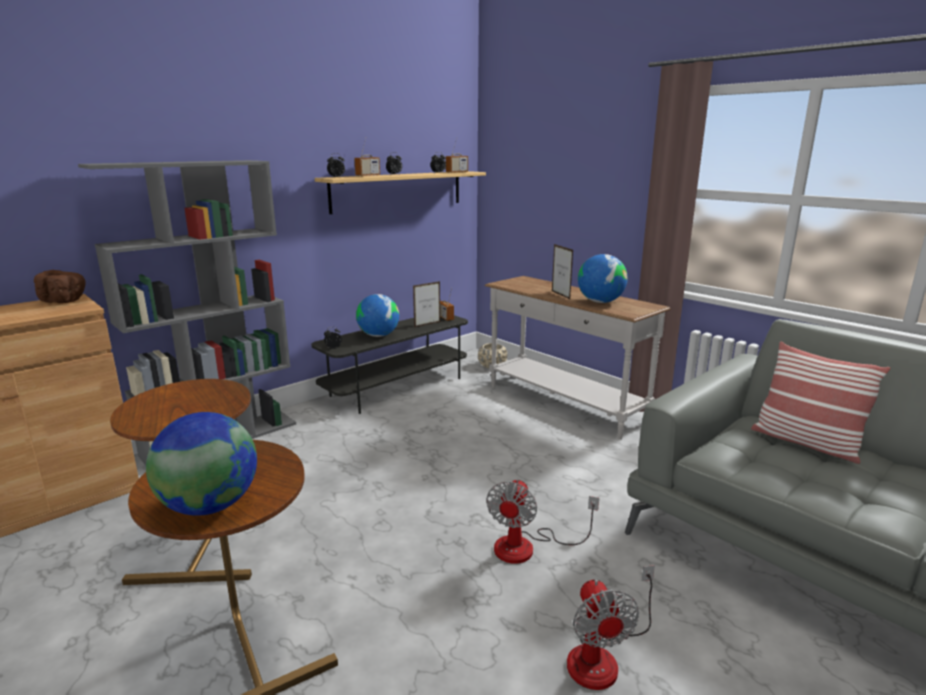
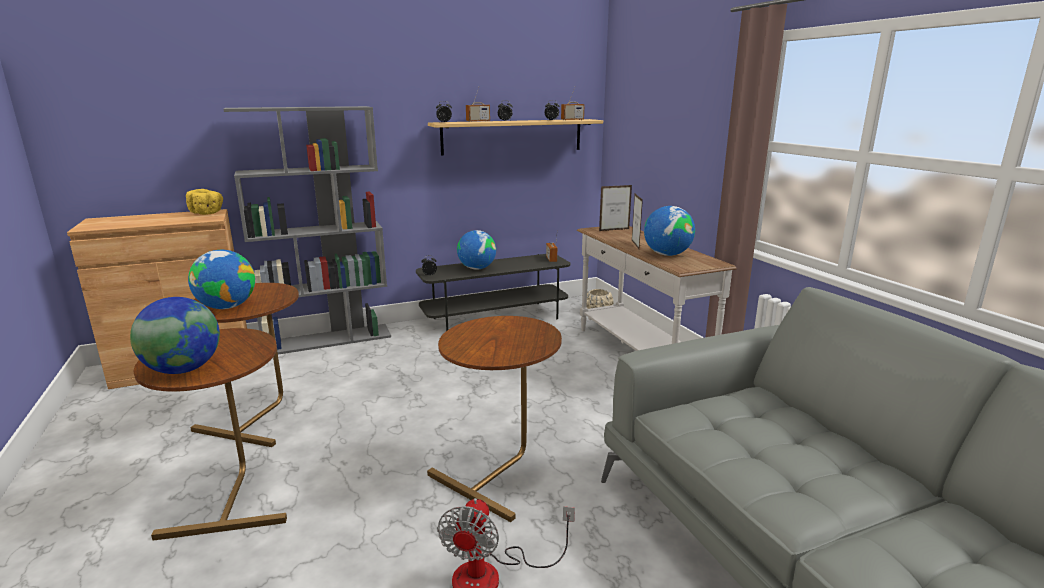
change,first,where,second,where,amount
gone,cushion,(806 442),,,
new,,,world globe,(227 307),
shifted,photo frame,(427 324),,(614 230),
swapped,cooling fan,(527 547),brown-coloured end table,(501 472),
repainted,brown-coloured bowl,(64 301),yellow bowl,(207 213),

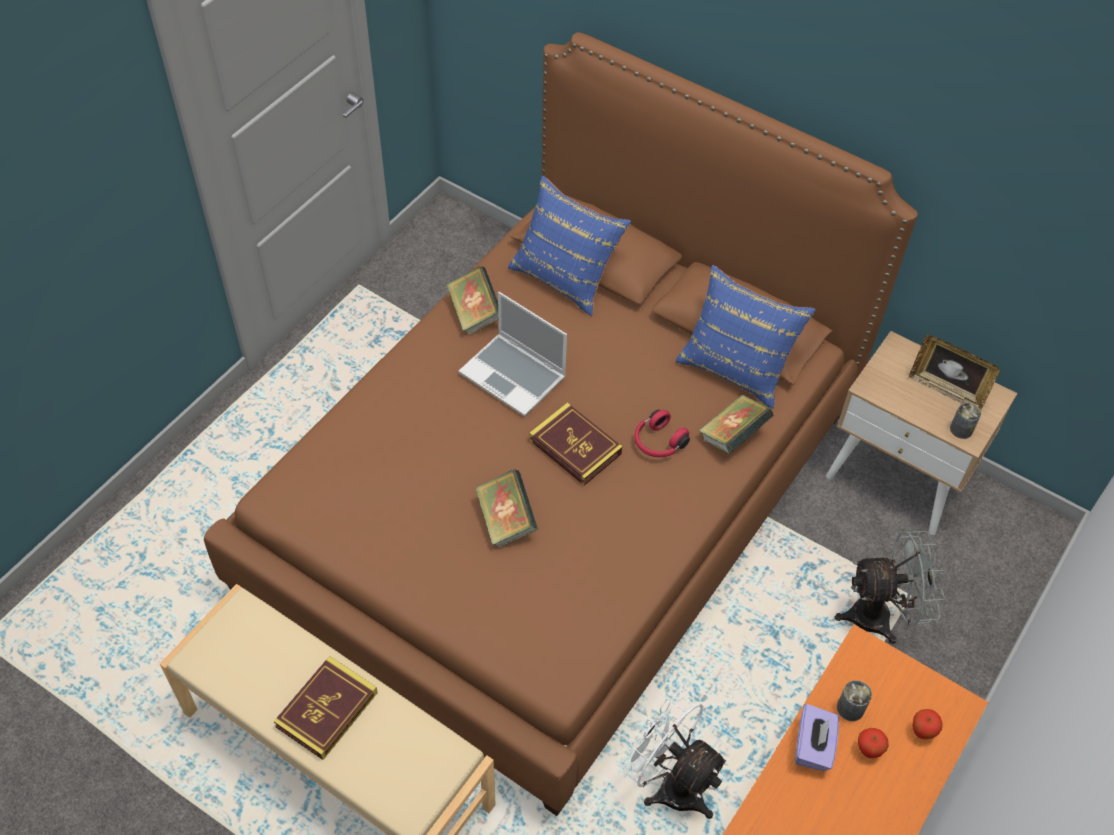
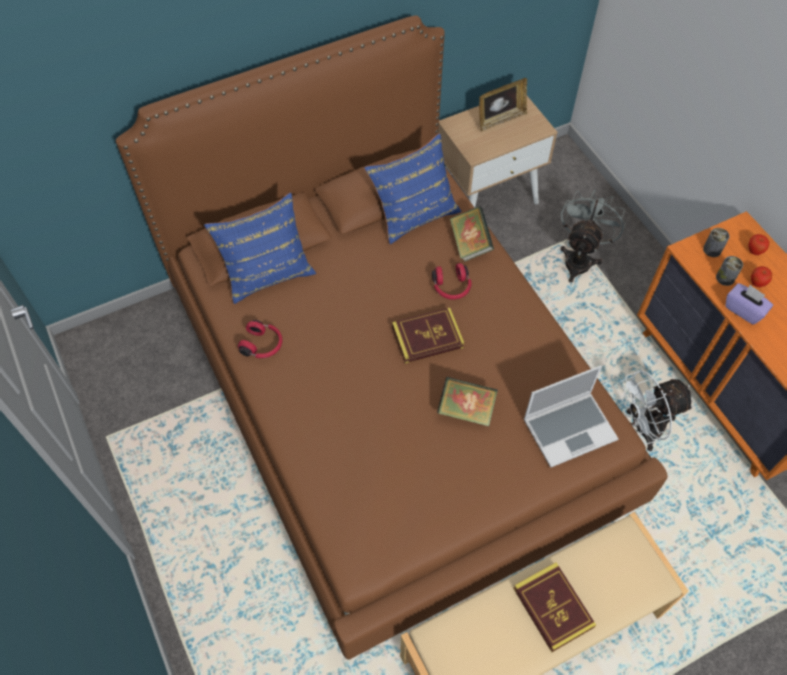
change,first,where,second,where,amount
shifted,laptop,(514 376),,(570 428),
shifted,can,(961 429),,(712 250),
swapped,volume,(475 313),red-coloured headset,(263 345),

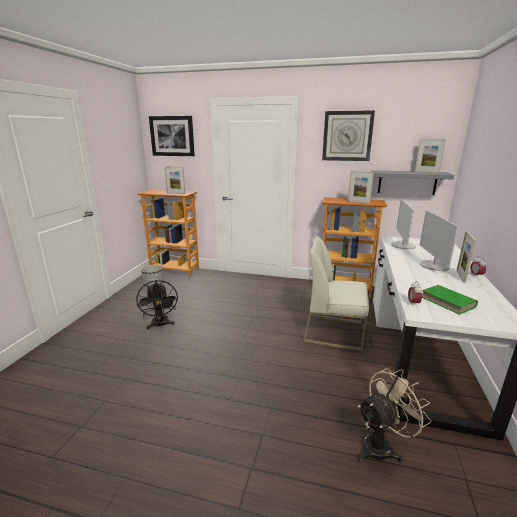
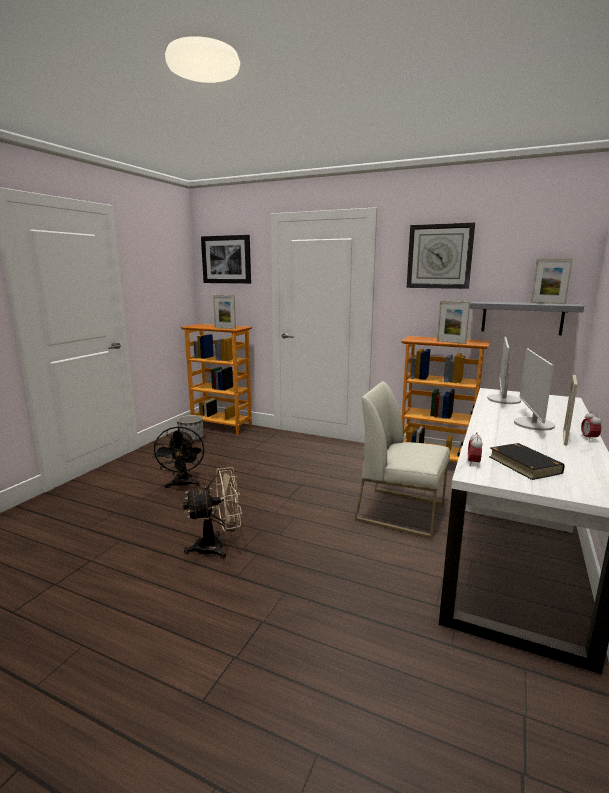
change,first,where,second,where,amount
shifted,sand-coloured cooling fan,(382 446),,(217 546),
repainted,greenish volume,(447 301),blackish volume,(524 465),

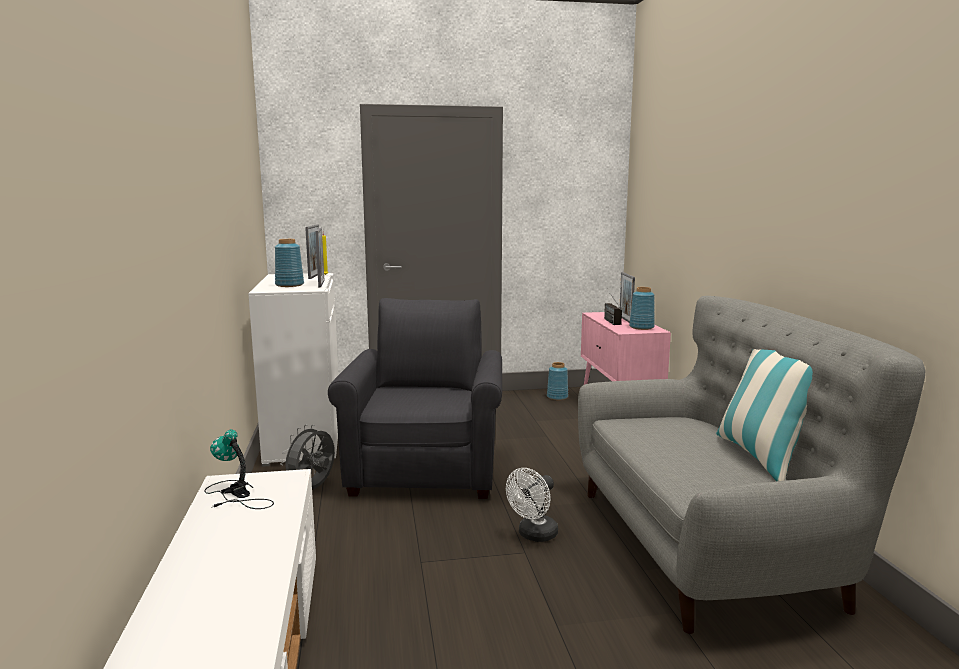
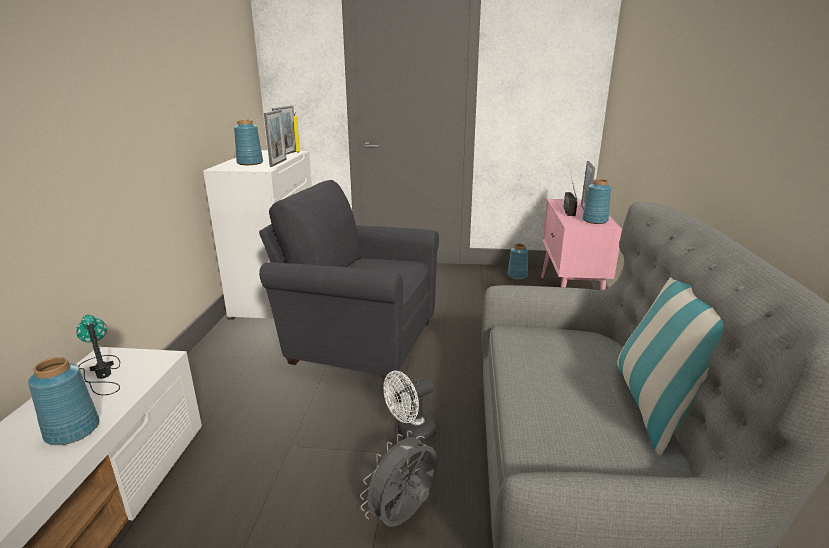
change,first,where,second,where,amount
new,,,blue-coloured decorative vase,(73 430),
shifted,greyish cooling fan,(312 489),,(404 516),
rotated,greyish easy chair,(427 468),,(357 340),90 degrees counterclockwise

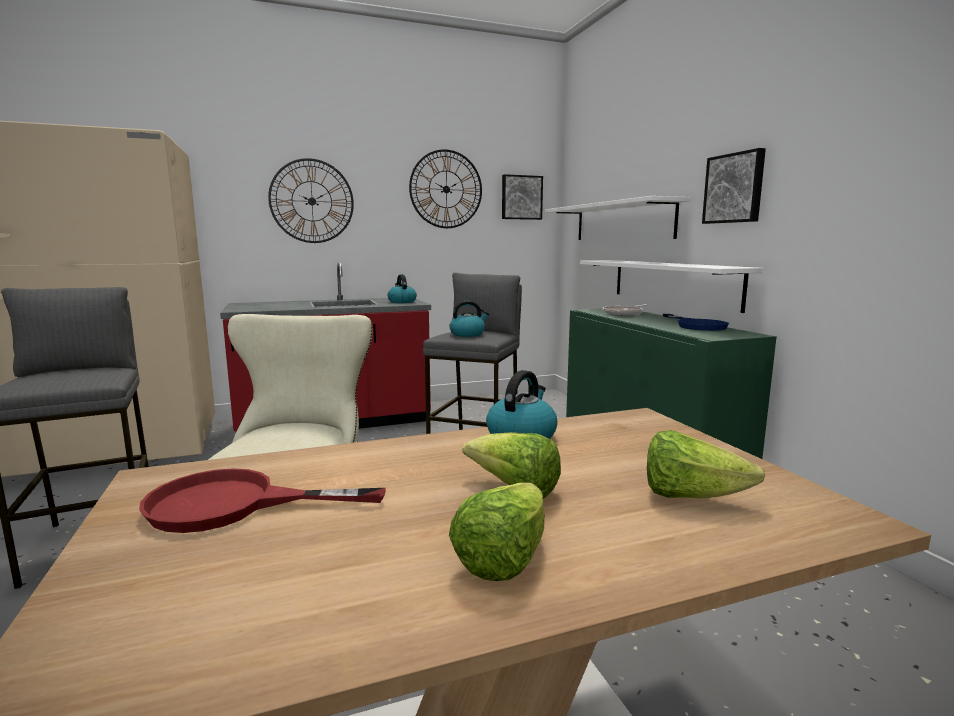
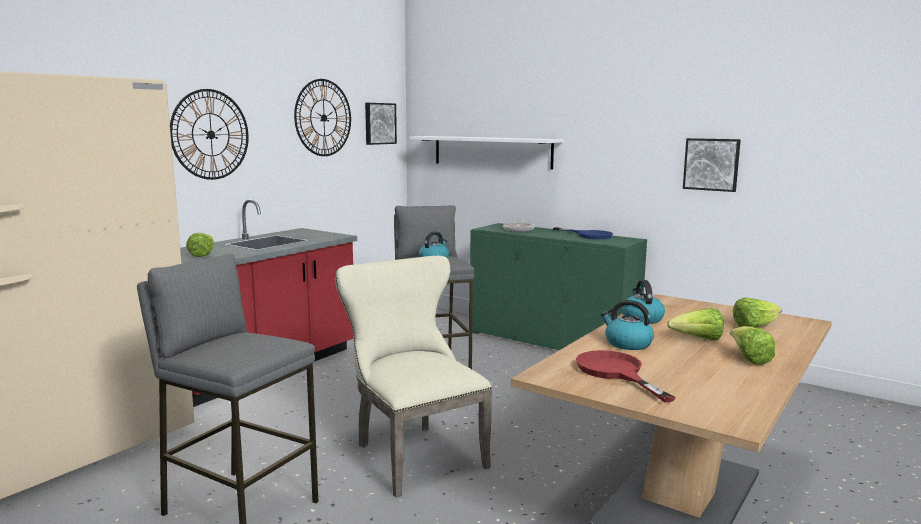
change,first,where,second,where,amount
gone,whitish shelf,(672 282),,,
new,,,head of lettuce,(202 255),
shifted,tea kettle,(401 302),,(627 344),
shifted,wall picture,(734 188),,(711 164),
rotated,red-coloured pan,(234 504),,(615 372),105 degrees clockwise

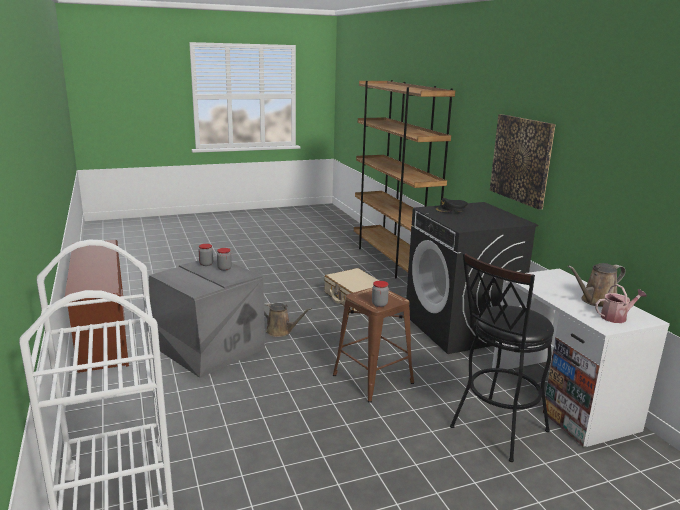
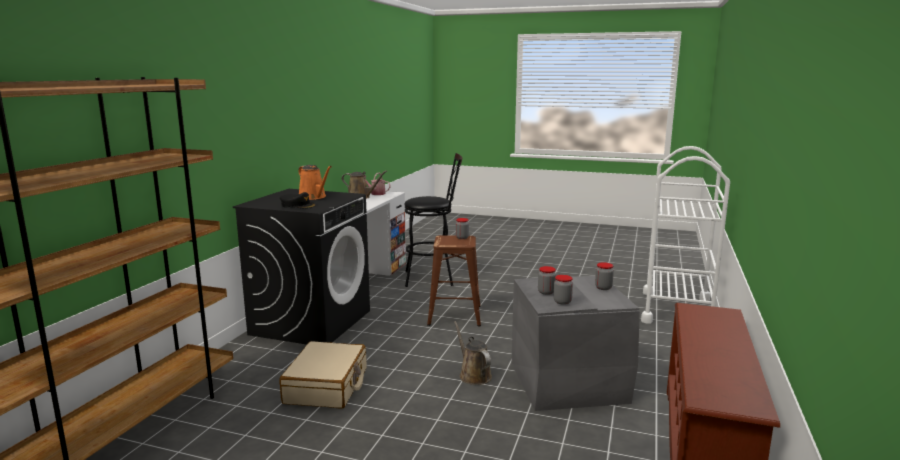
change,first,where,second,where,amount
gone,wall picture,(521 159),,,
new,,,orange-coloured watering can,(314 197),
new,,,preserve jar,(603 288),

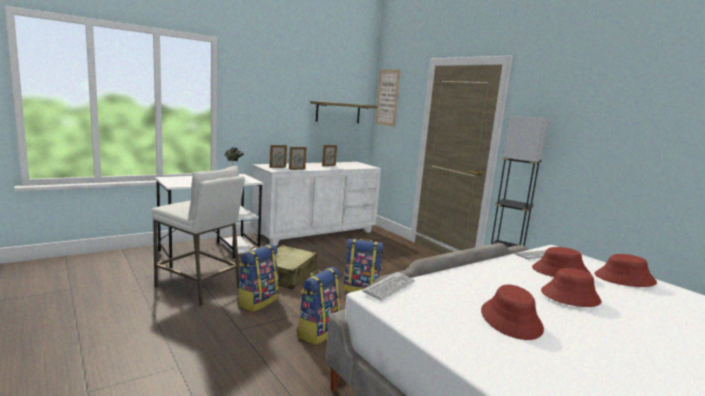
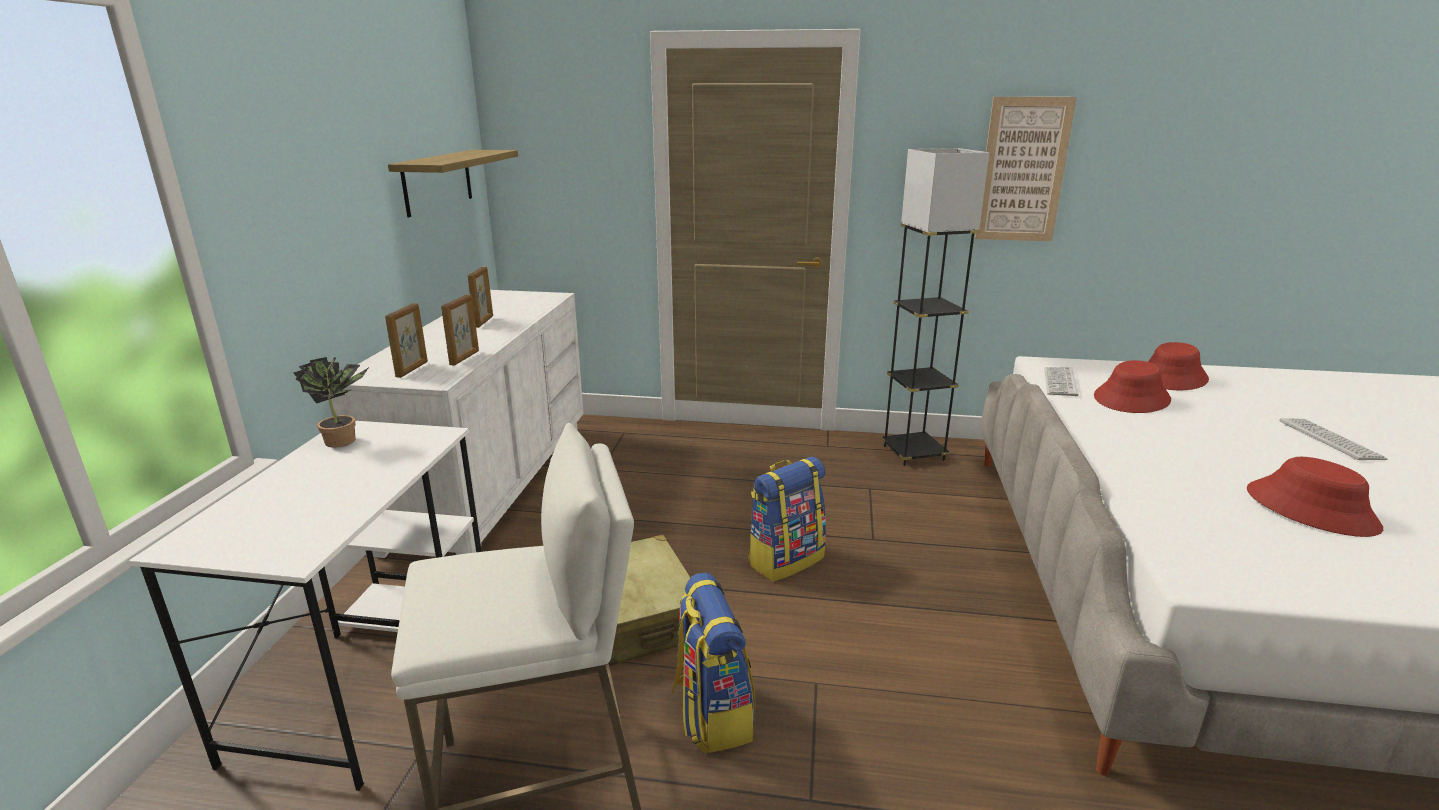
change,first,where,second,where,amount
gone,rucksack,(318 331),,,
gone,red-coloured wearable hat,(570 296),,,
shifted,computer keyboard,(389 287),,(1330 440),
shifted,wall picture,(387 97),,(1023 170),

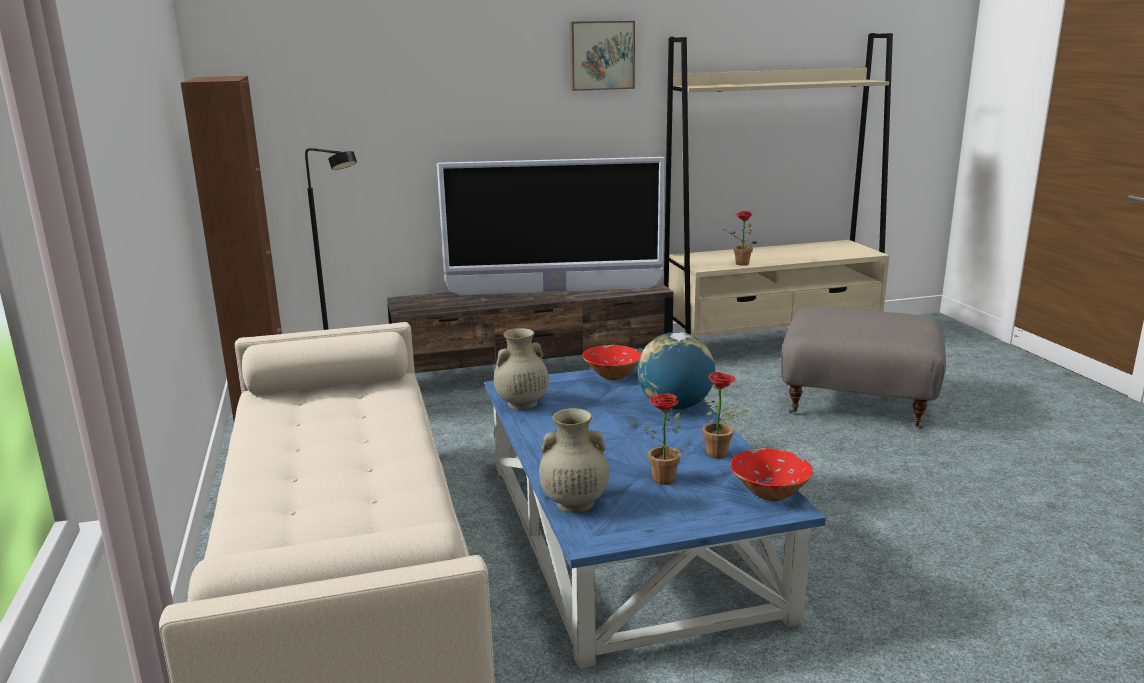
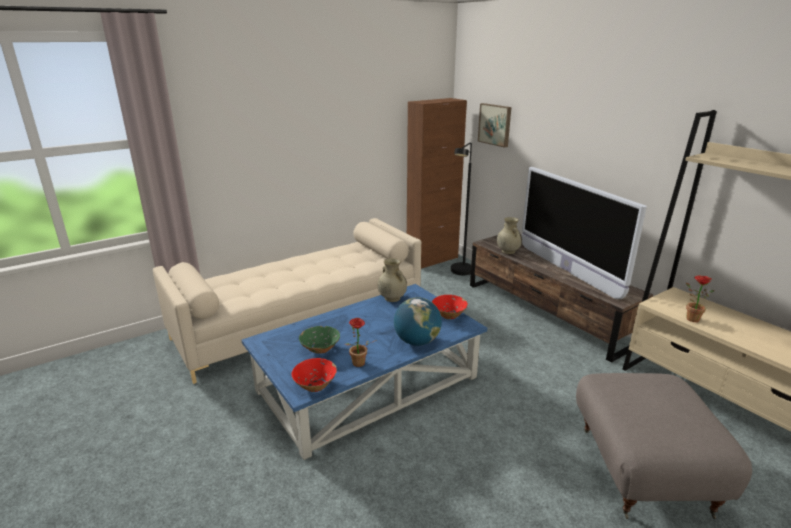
change,first,where,second,where,amount
shifted,sand-coloured decorative vase,(573 503),,(508 251),
shifted,wall picture,(601 55),,(495 124),
swapped,plant in a pot,(658 479),greenish bowl,(320 349),

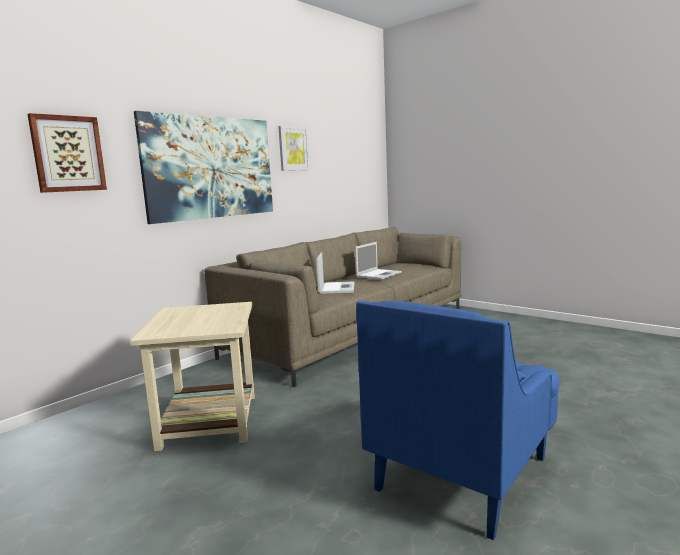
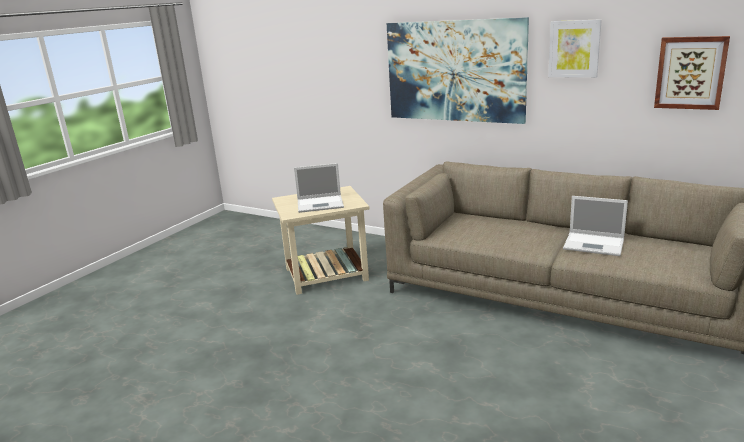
change,first,where,second,where,amount
gone,blue-coloured easy chair,(463 472),,,
shifted,wall picture,(68 154),,(690 73),
shifted,laptop,(336 288),,(321 204),

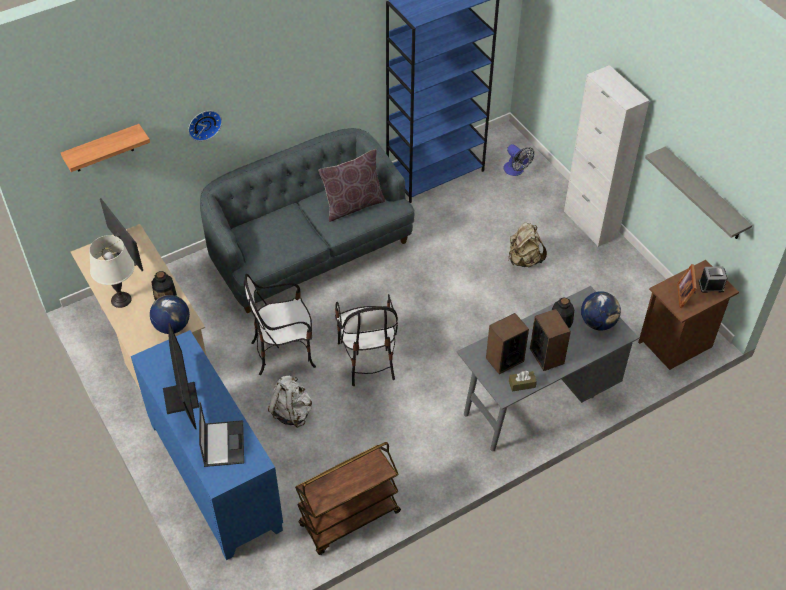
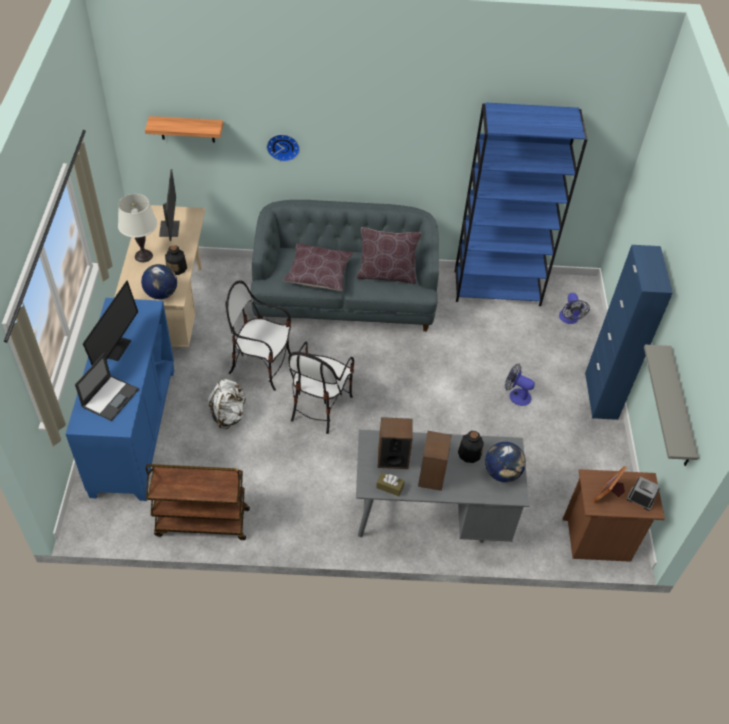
change,first,where,second,where,amount
new,,,brown-coloured cushion,(318 274),
swapped,sand-coloured rucksack,(524 260),cooling fan,(516 395),
repainted,whitish cupboard,(590 224),blue-coloured cupboard,(601 396),

